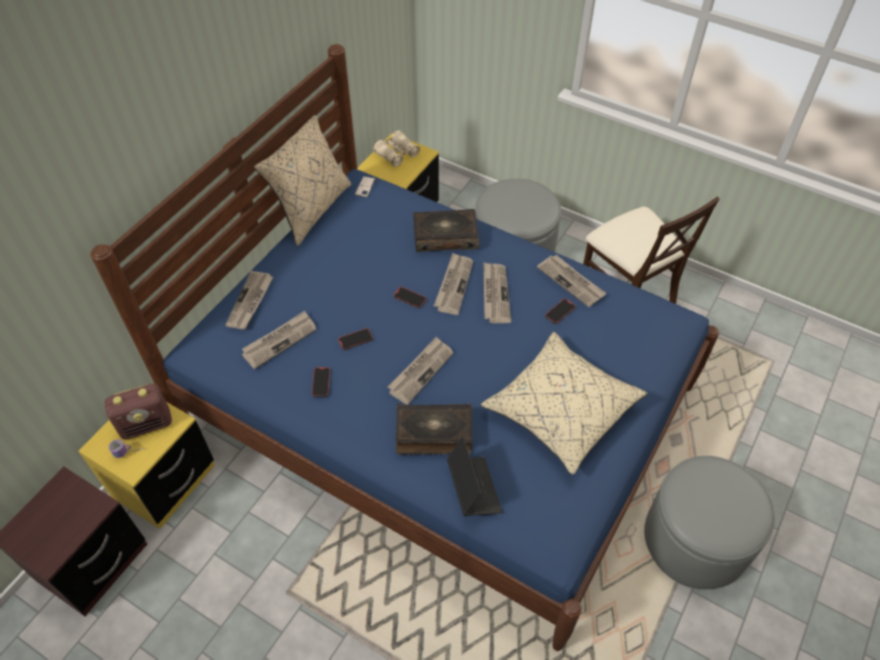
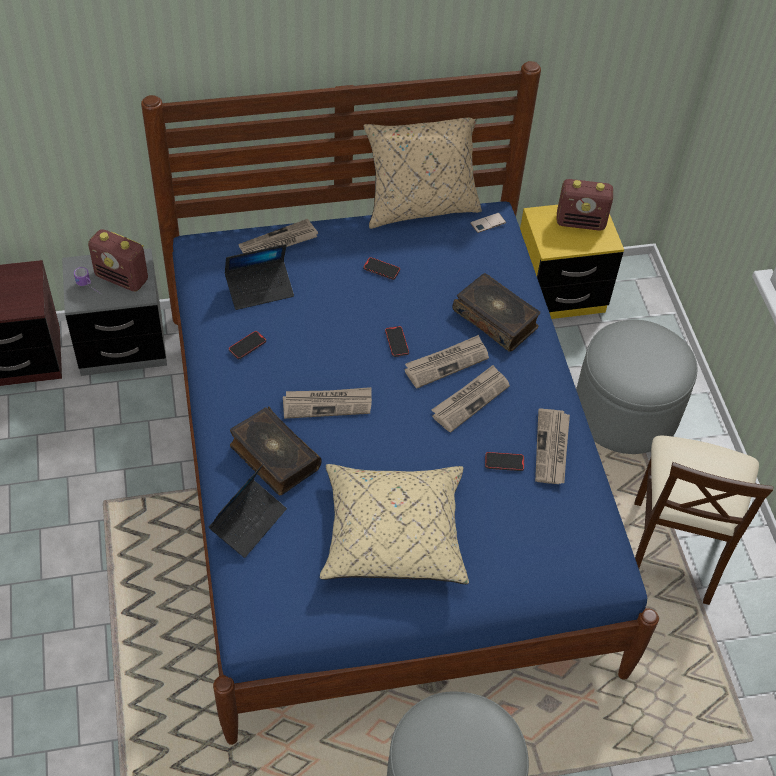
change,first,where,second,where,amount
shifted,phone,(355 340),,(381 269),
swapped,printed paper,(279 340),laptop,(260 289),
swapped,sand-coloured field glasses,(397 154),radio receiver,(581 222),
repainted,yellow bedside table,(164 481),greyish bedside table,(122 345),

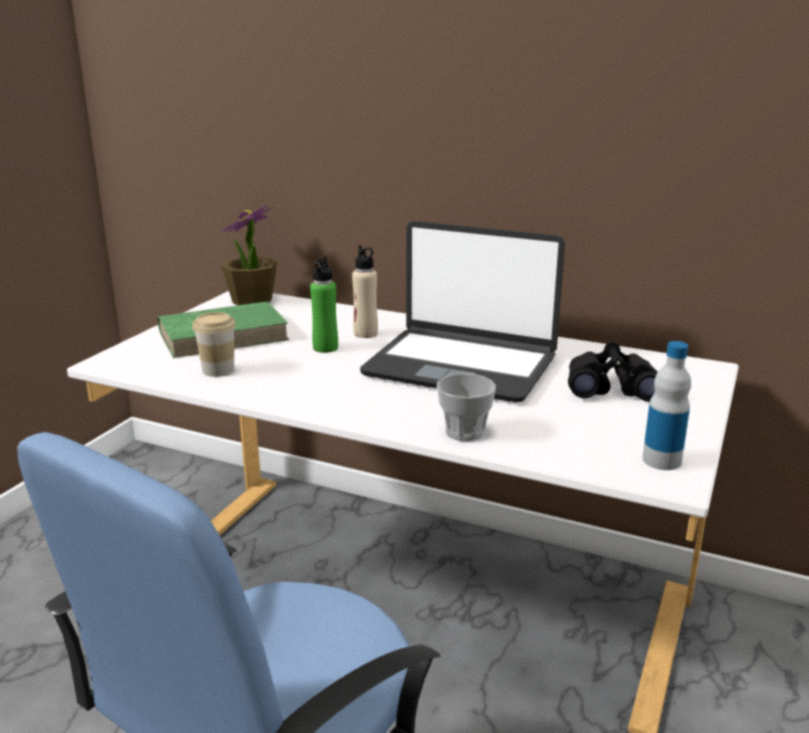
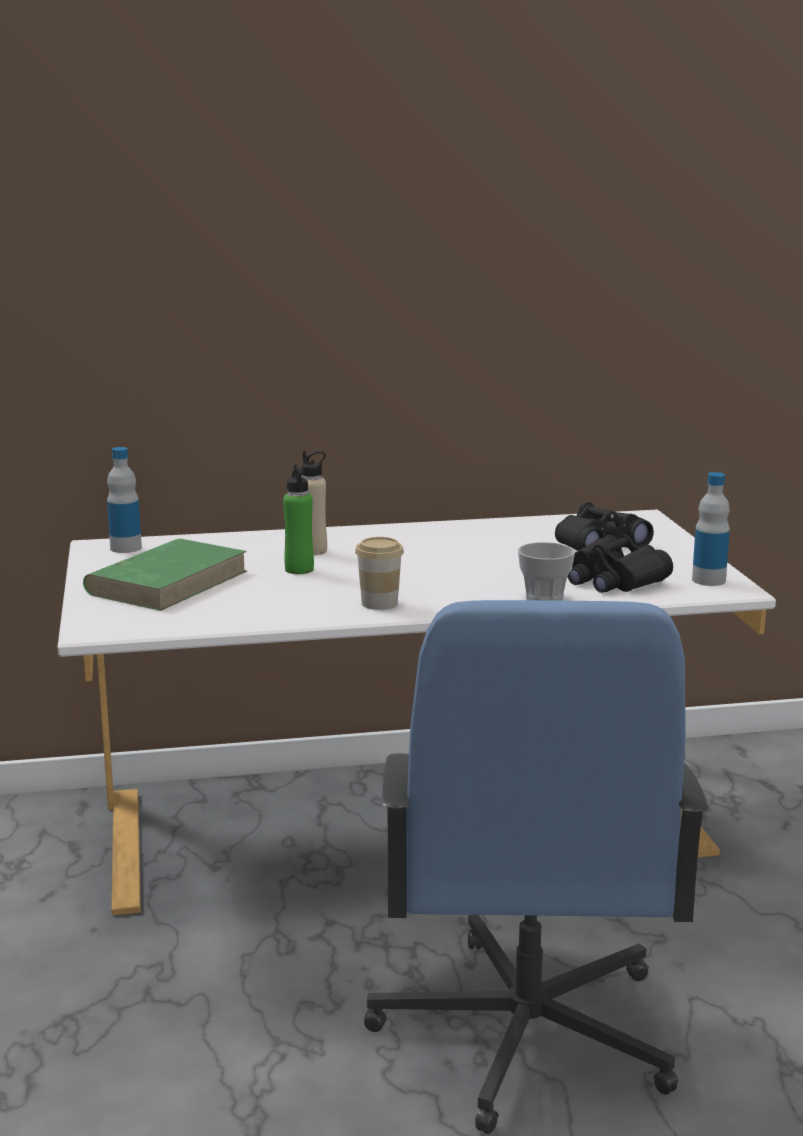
change,first,where,second,where,amount
gone,laptop,(461 366),,,
new,,,blackish field glasses,(613 580),
shifted,small cup,(218 370),,(379 603),
swapped,plant in a pot,(252 301),drink bottle,(126 548),

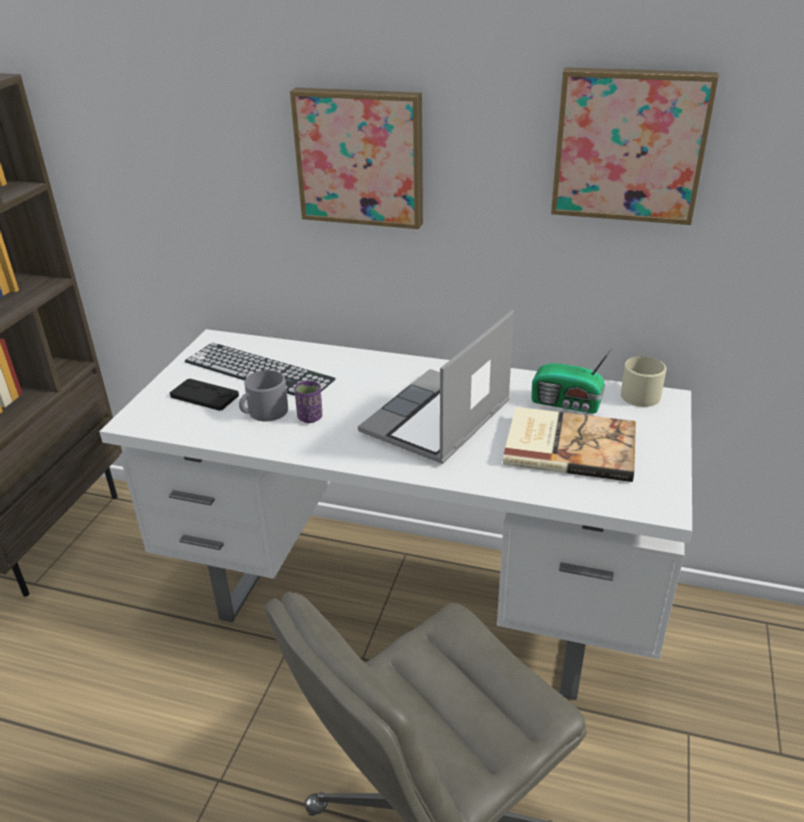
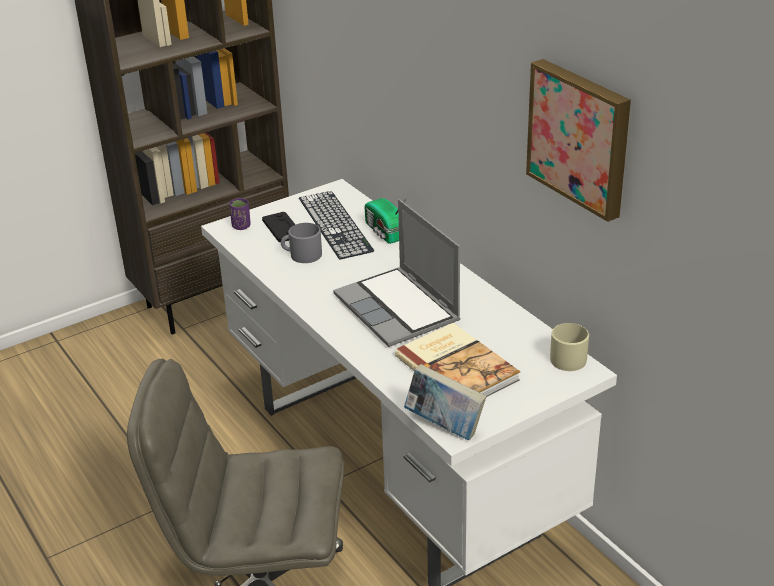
change,first,where,second,where,amount
gone,wall picture,(361 157),,,
new,,,volume,(444 426),
shifted,purple-coloured small cup,(310 417),,(241 226),
shifted,radio receiver,(567 403),,(385 232),
rotated,laptop,(437 420),,(399 309),105 degrees counterclockwise

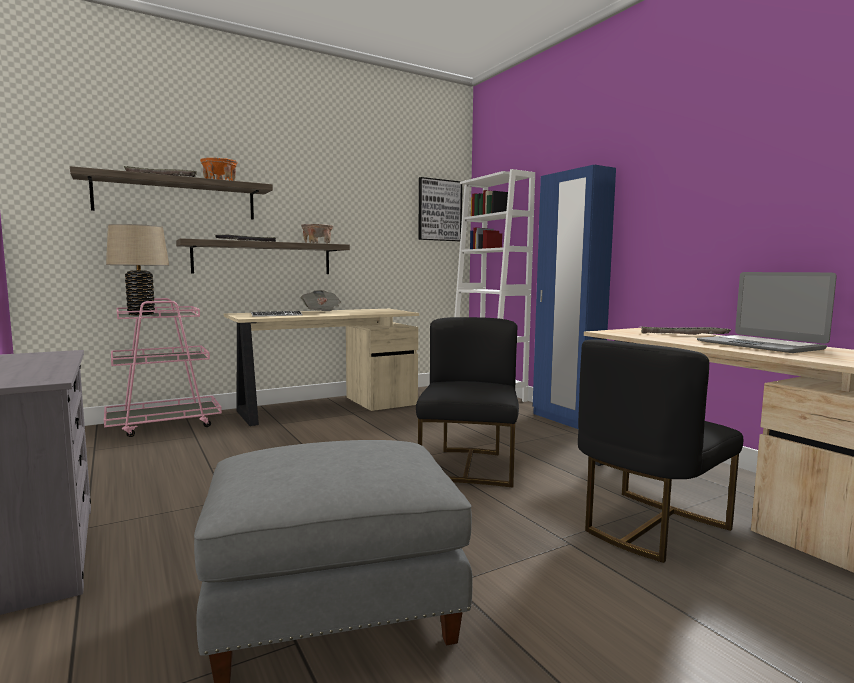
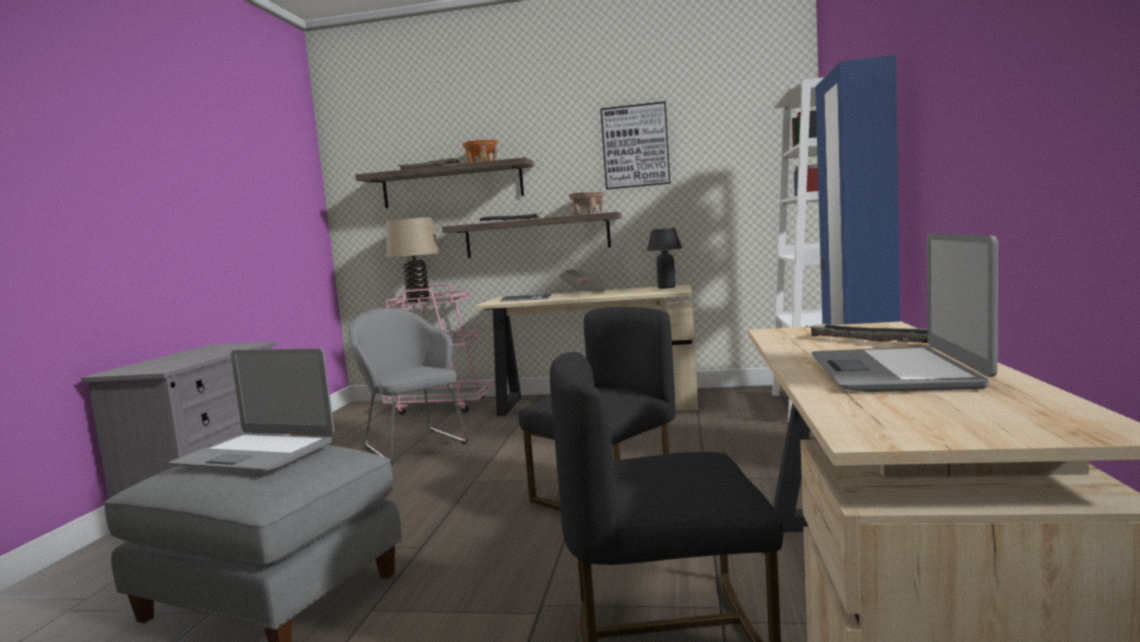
change,first,where,second,where,amount
new,,,laptop,(256 454),
new,,,greyish easy chair,(413 445),
new,,,blackish tabletop lamp,(666 287),
shifted,wall picture,(439 210),,(635 146),

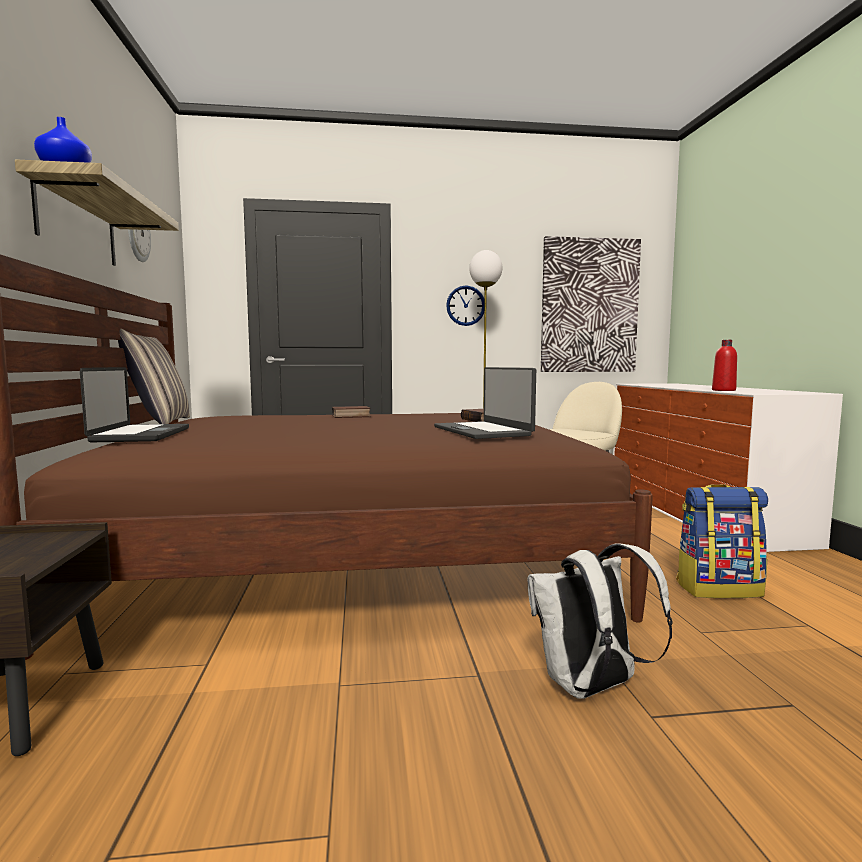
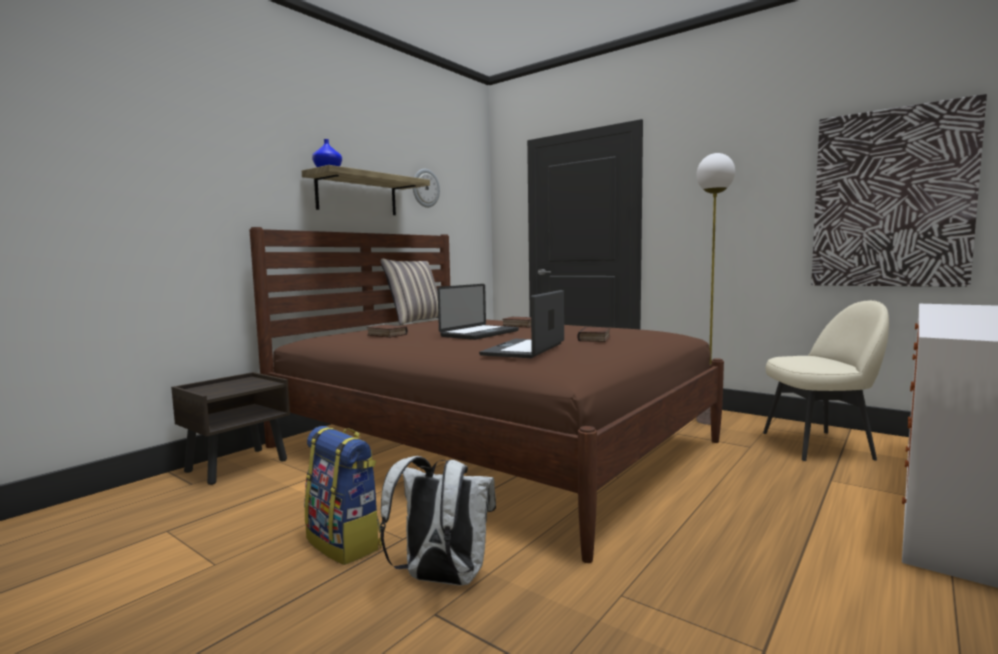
change,first,where,second,where,amount
gone,hanging clock,(465 305),,,
gone,red-coloured drink bottle,(723 390),,,
new,,,volume,(386 335),
shifted,laptop,(142 435),,(480 334),
shifted,rucksack,(718 589),,(346 543),

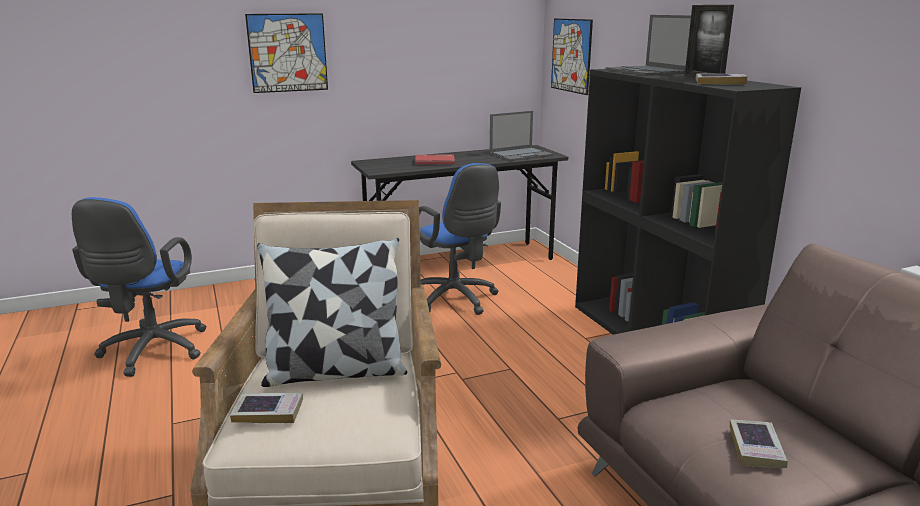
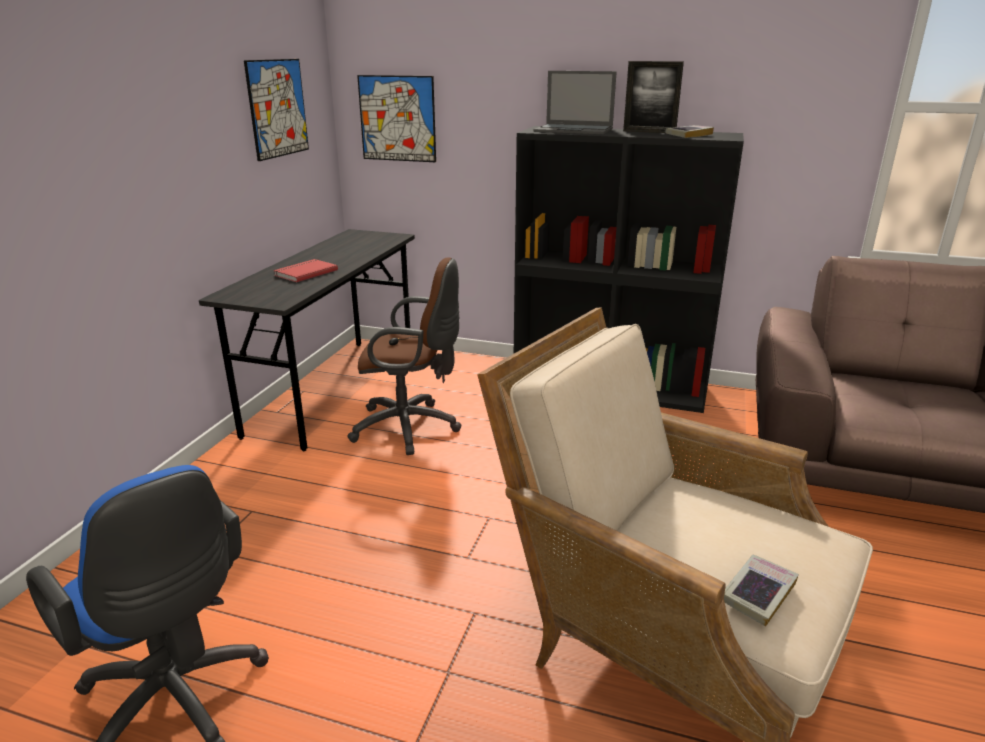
change,first,where,second,where,amount
gone,cushion,(335 371),,,
gone,laptop,(521 154),,,
gone,volume,(756 448),,,
shifted,wall picture,(288 53),,(277 108),
repainted,blue-coloured office chair,(456 300),brown-coloured office chair,(411 428),

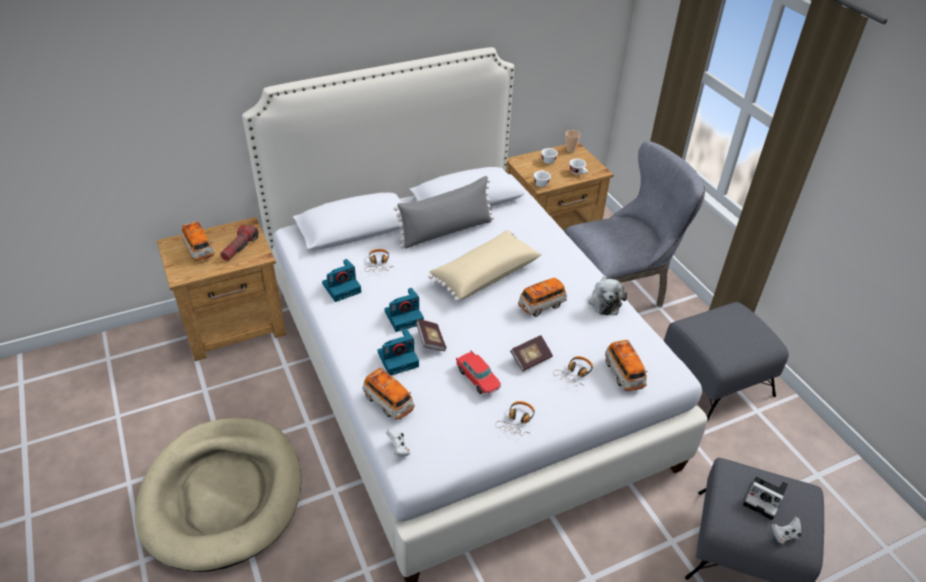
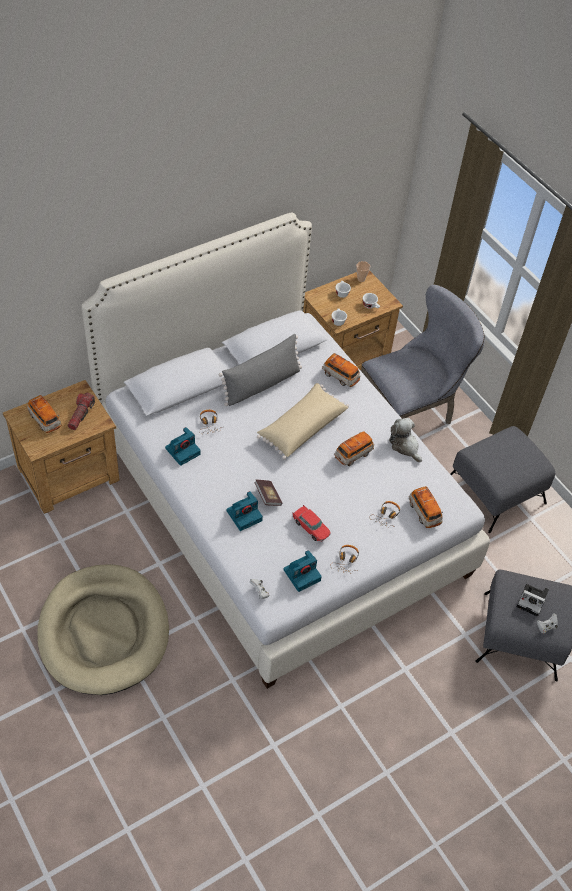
change,first,where,second,where,amount
gone,volume,(531 359),,,
shifted,miniature car,(388 402),,(340 376),
shifted,photo camera,(404 316),,(302 574),
rotated,plush toy,(605 301),,(405 446),150 degrees clockwise

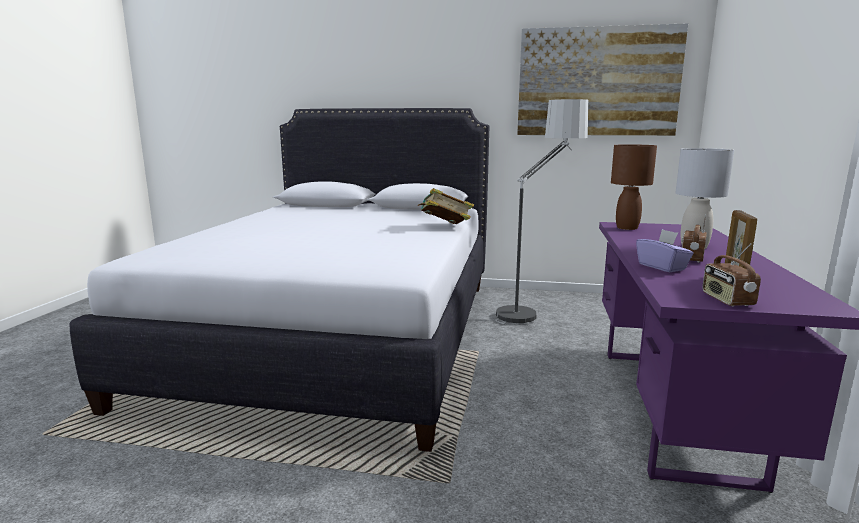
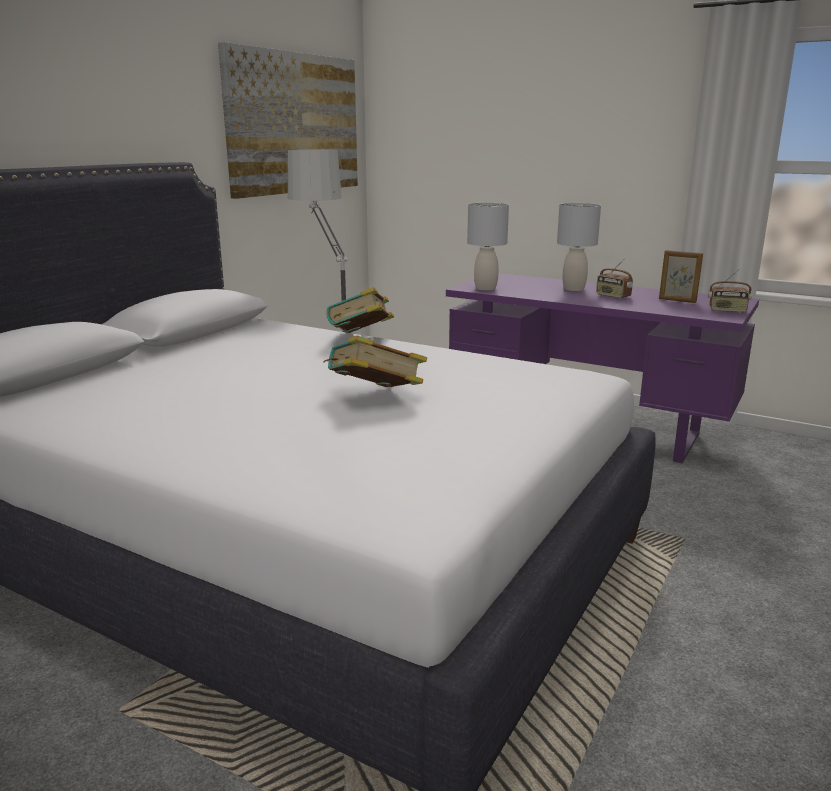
change,first,where,second,where,amount
gone,purple-coloured tissue holder,(662 267),,,
new,,,volume,(374 397),
repainted,brown-coloured tabletop lamp,(627 228),greyish tabletop lamp,(485 288),

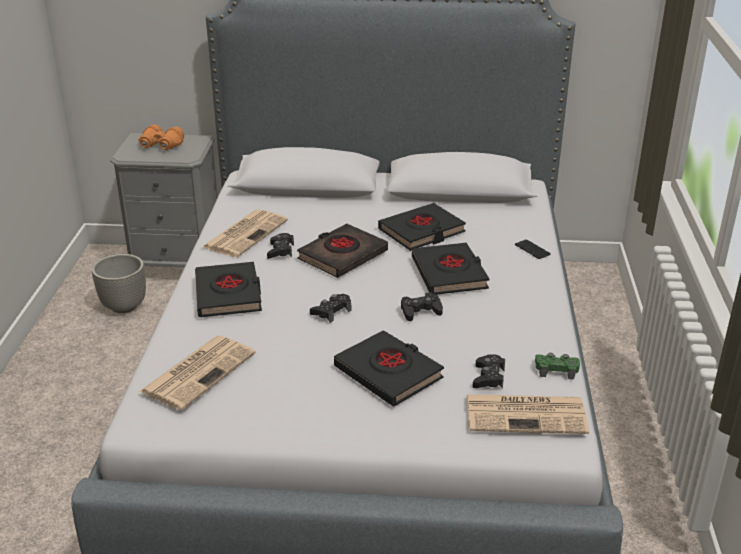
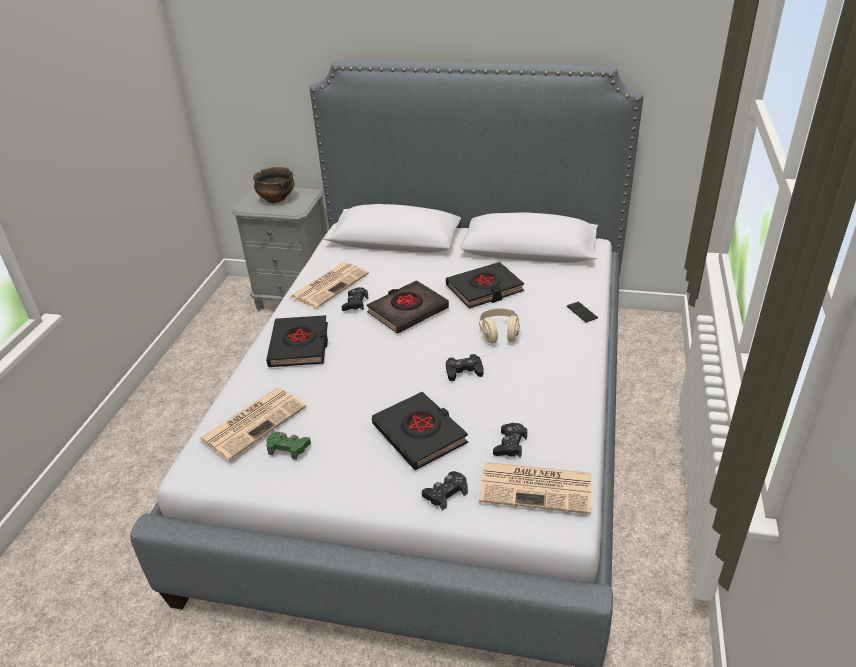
change,first,where,second,where,amount
gone,plant pot,(124 306),,,
shifted,blackish game controller,(331 311),,(446 493),
shifted,greenish game controller,(556 369),,(288 448),
swapped,orange-coloured field glasses,(161 146),bowl,(276 199),
swapped,blackish volume,(449 274),sand-coloured headset,(499 334),

